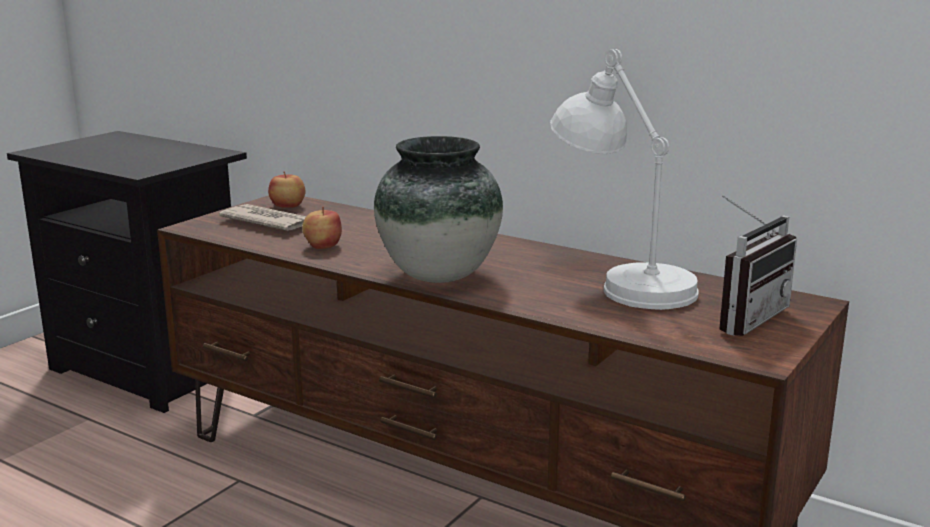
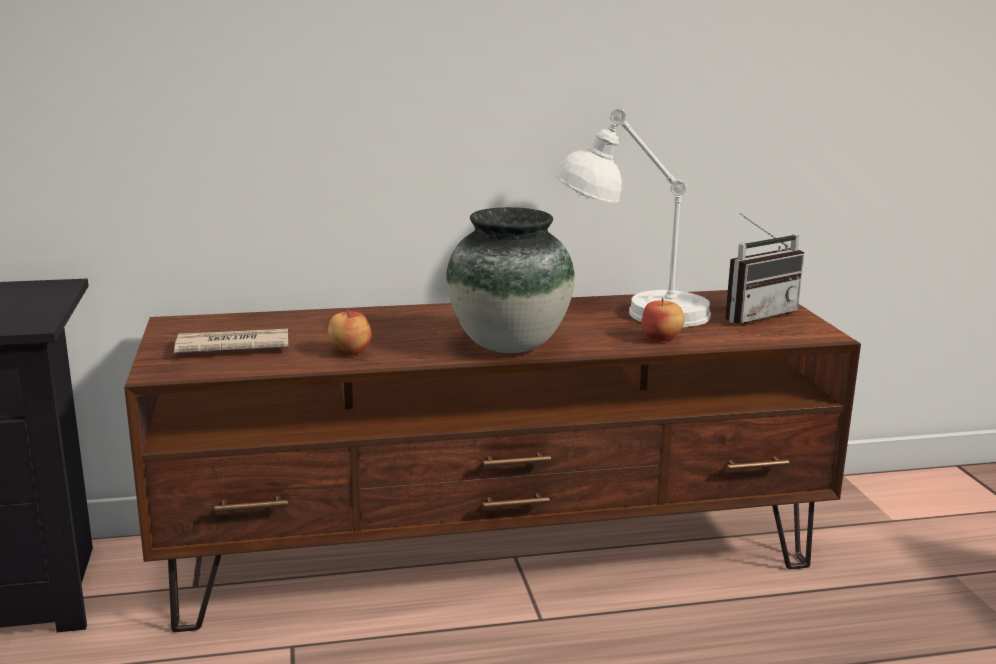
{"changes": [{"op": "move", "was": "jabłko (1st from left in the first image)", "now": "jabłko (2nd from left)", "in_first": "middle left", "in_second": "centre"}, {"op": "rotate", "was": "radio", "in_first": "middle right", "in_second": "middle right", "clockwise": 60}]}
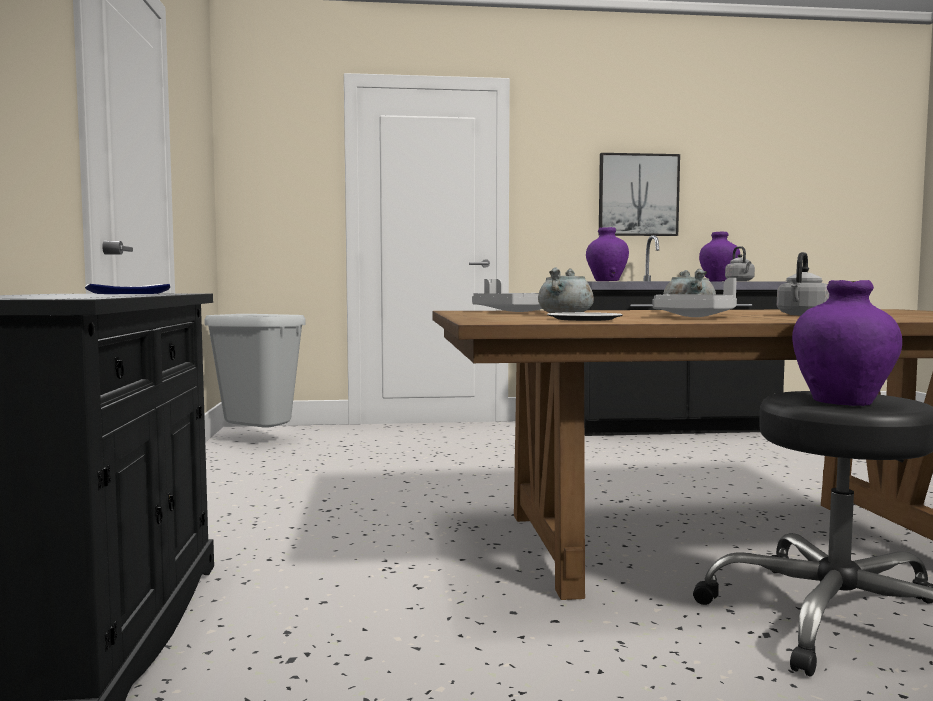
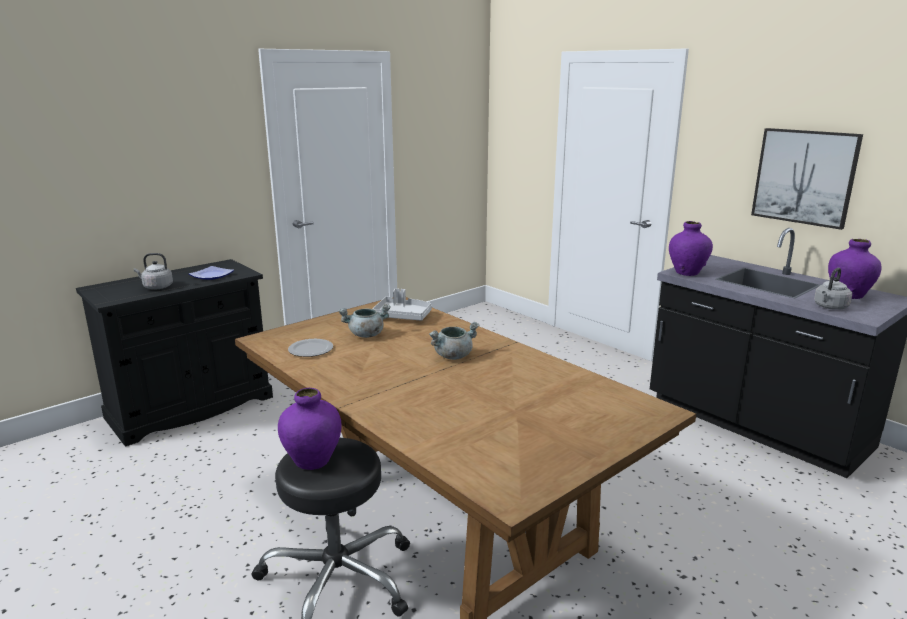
{"changes": [{"op": "delete", "was": "kosz na śmieci/szary", "in_first": "middle left"}, {"op": "delete", "was": "taca/szary (2nd from left)", "in_first": "middle right"}, {"op": "move", "was": "czajnik/szary (2nd from left in the first image)", "now": "czajnik/szary (1st from left)", "in_first": "middle right", "in_second": "middle left"}]}
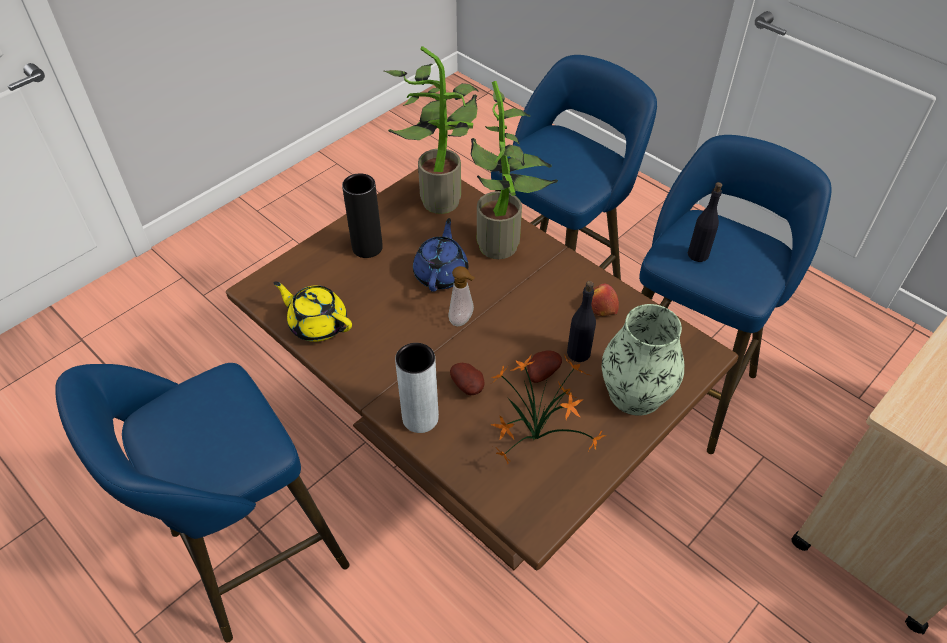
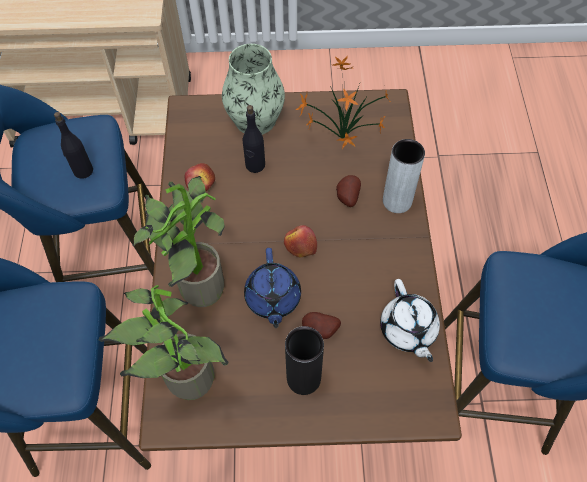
{"changes": [{"op": "recolor", "was": "imbryk/żółty", "now": "imbryk/biały", "in_first": "middle left", "in_second": "middle right"}, {"op": "rotate", "was": "imbryk/niebieski", "in_first": "centre", "in_second": "centre", "clockwise": -60}, {"op": "replace", "was": "dozownik mydła", "now": "jabłko (2nd from left)", "in_first": "centre", "in_second": "centre"}, {"op": "move", "was": "ziemniak (2nd from left in the first image)", "now": "ziemniak (1st from left)", "in_first": "centre", "in_second": "bottom centre"}]}
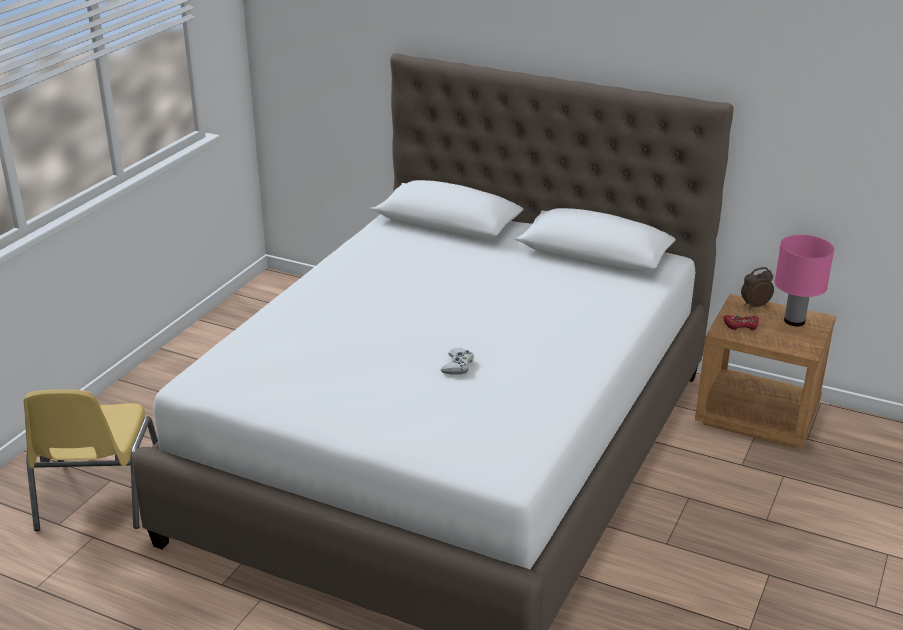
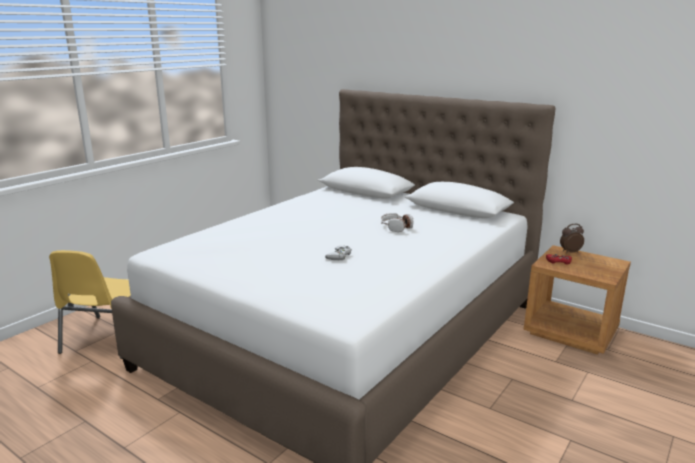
{"changes": [{"op": "delete", "was": "lampa stołowa/różowy", "in_first": "middle right"}, {"op": "insert", "now": "słuchawki", "in_second": "centre"}]}
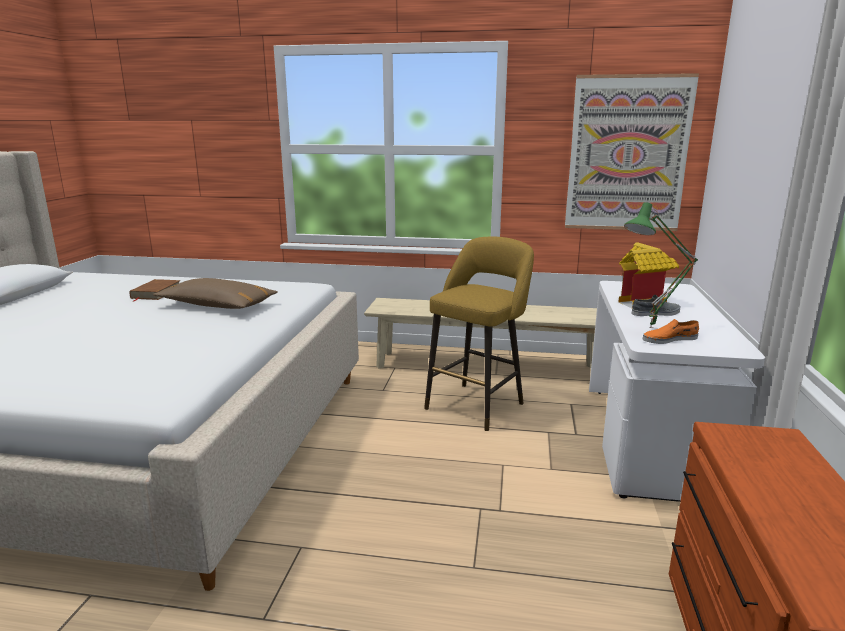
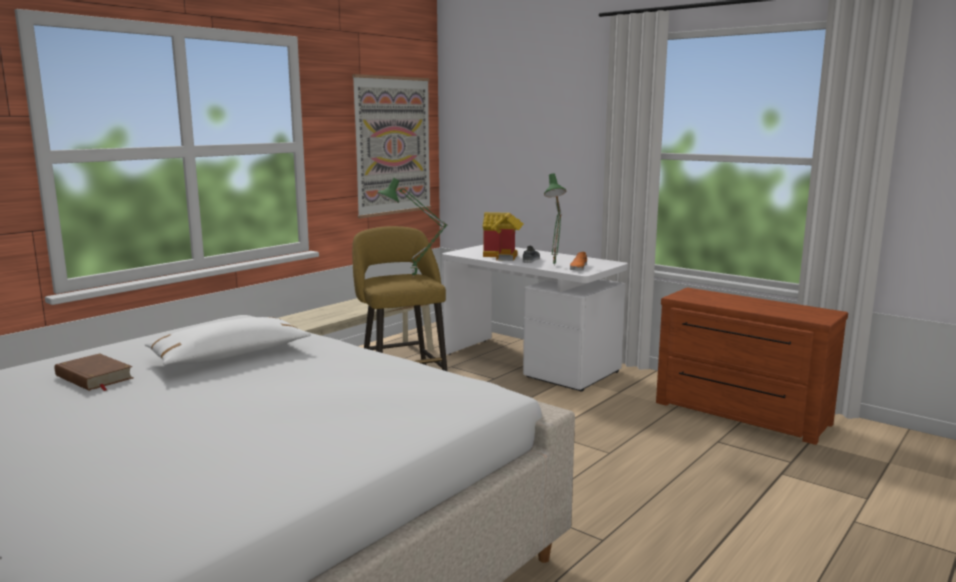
{"changes": [{"op": "recolor", "was": "poduszka/brązowy", "now": "poduszka/biały", "in_first": "middle left", "in_second": "middle left"}, {"op": "insert", "now": "lampa stołowa/zielony (1st from left)", "in_second": "centre"}]}
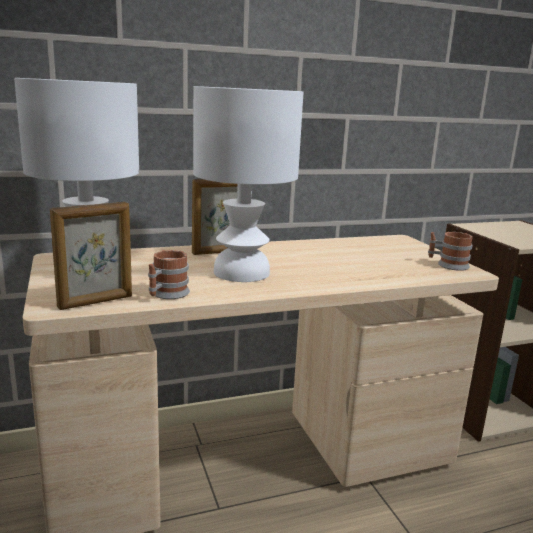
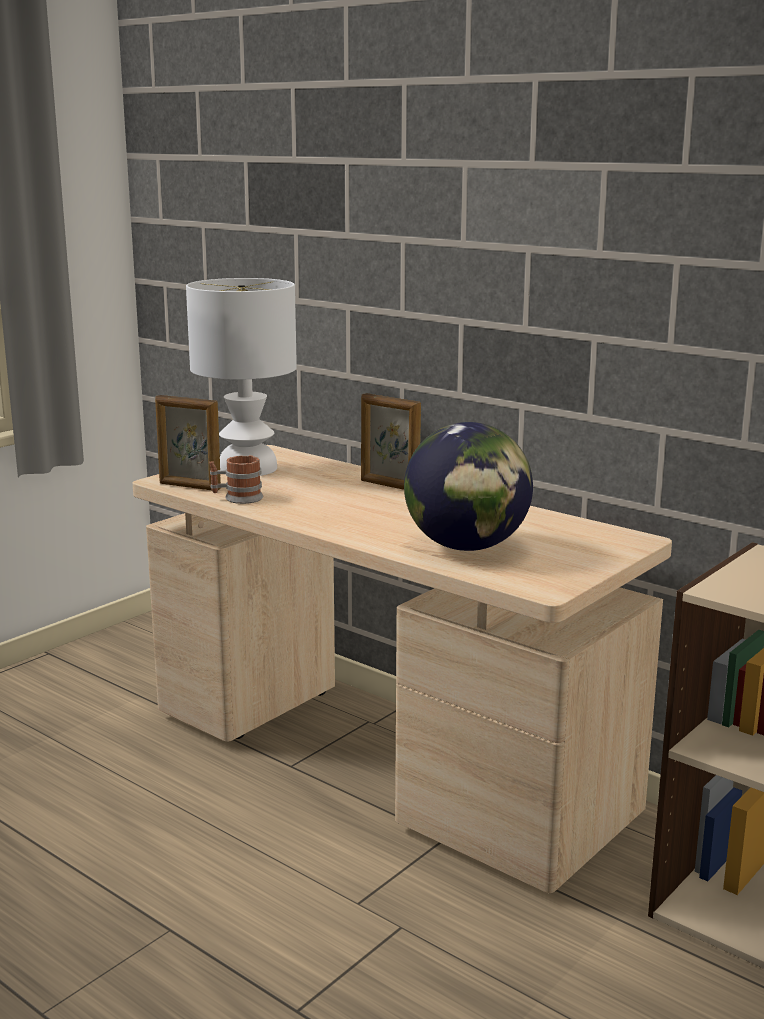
{"changes": [{"op": "delete", "was": "lampa stołowa/biały (2nd from left)", "in_first": "centre"}, {"op": "delete", "was": "kubek (2nd from left)", "in_first": "middle right"}, {"op": "insert", "now": "globus", "in_second": "centre"}]}
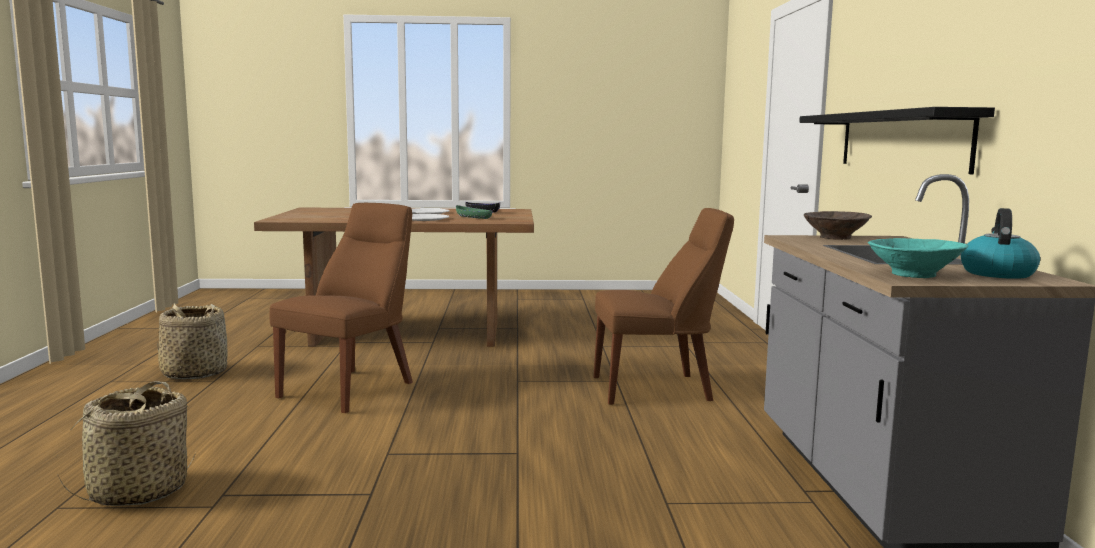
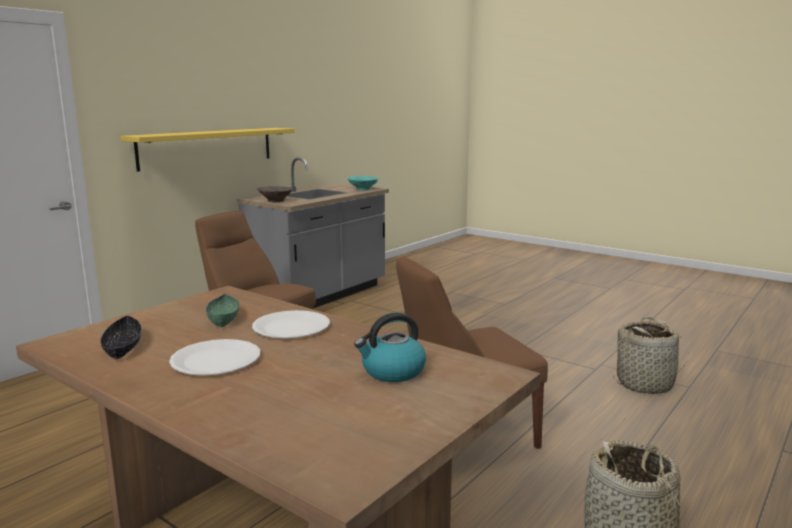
{"changes": [{"op": "recolor", "was": "półka/czarny", "now": "półka/żółty", "in_first": "top right", "in_second": "top left"}, {"op": "move", "was": "czajnik", "in_first": "middle right", "in_second": "centre"}]}
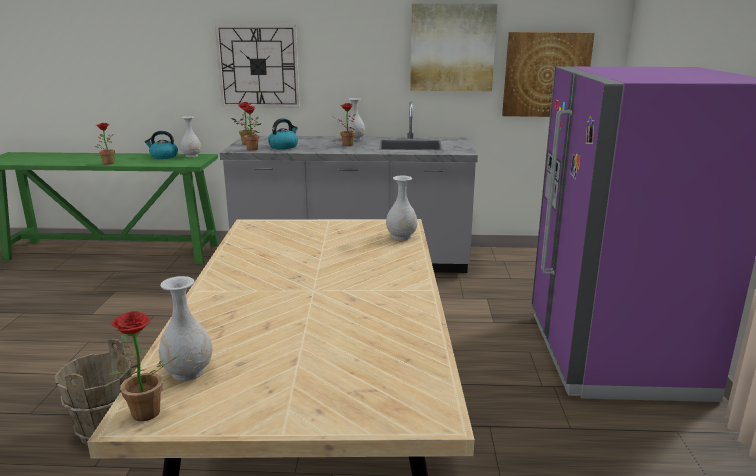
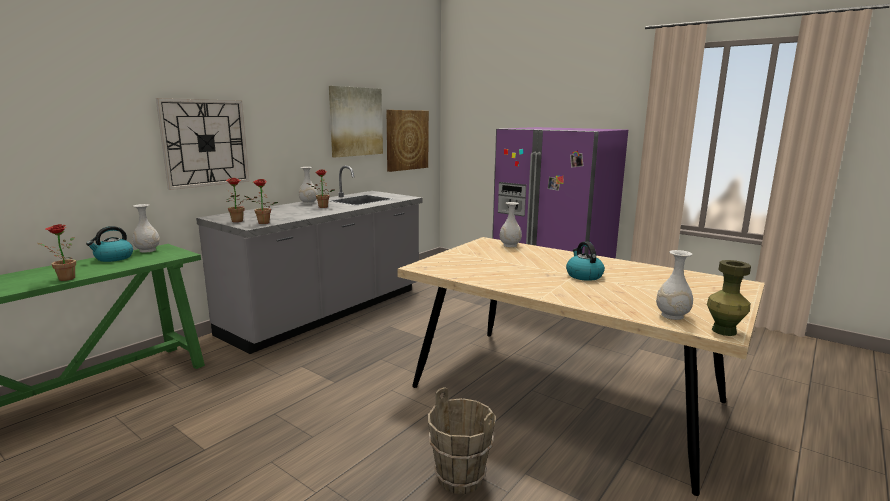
{"changes": [{"op": "replace", "was": "roślina doniczkowa (2nd from left)", "now": "wazon/zielony", "in_first": "bottom left", "in_second": "middle right"}, {"op": "move", "was": "czajnik (2nd from left)", "in_first": "top centre", "in_second": "centre"}]}
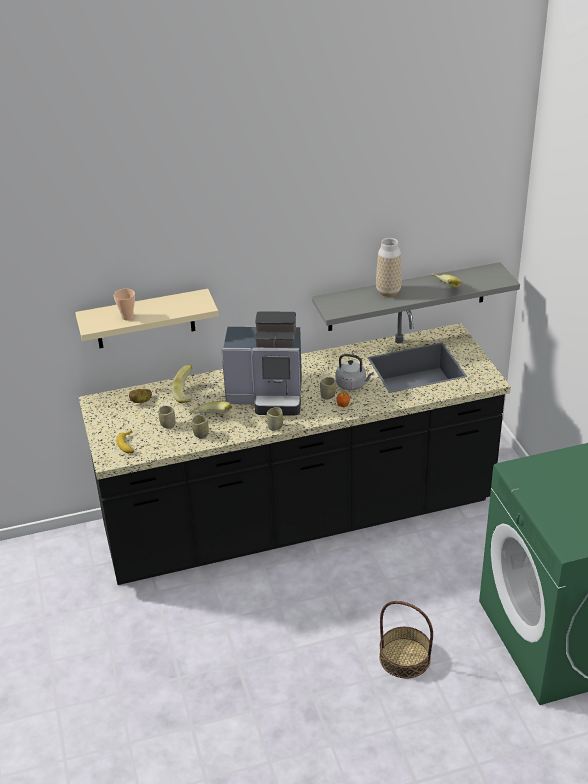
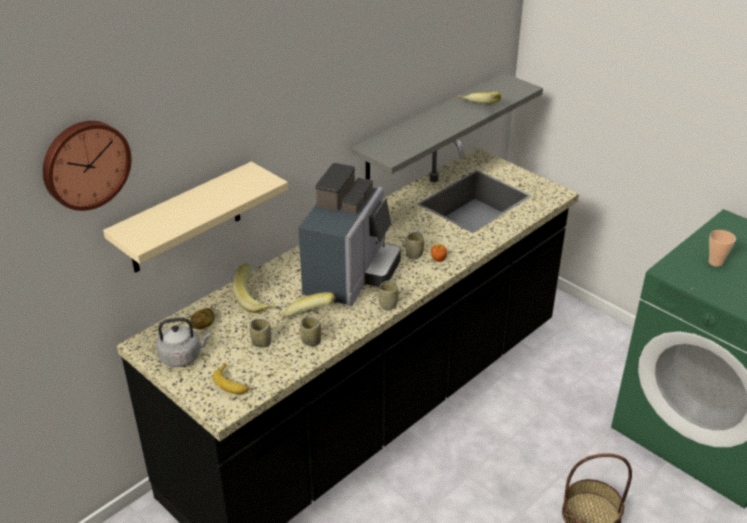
{"changes": [{"op": "move", "was": "filiżanka (1st from left in the first image)", "now": "filiżanka (5th from left)", "in_first": "middle left", "in_second": "middle right"}, {"op": "rotate", "was": "ekspres do kawy", "in_first": "centre", "in_second": "centre", "clockwise": -45}, {"op": "move", "was": "czajnik/szary", "in_first": "centre", "in_second": "middle left"}, {"op": "delete", "was": "wazon", "in_first": "centre"}, {"op": "insert", "now": "zegar ścienny", "in_second": "top left"}]}
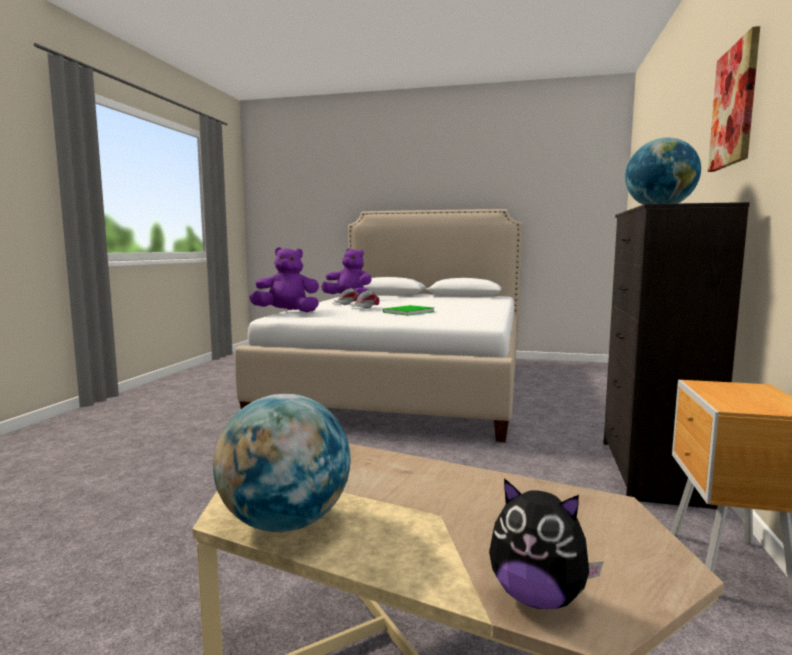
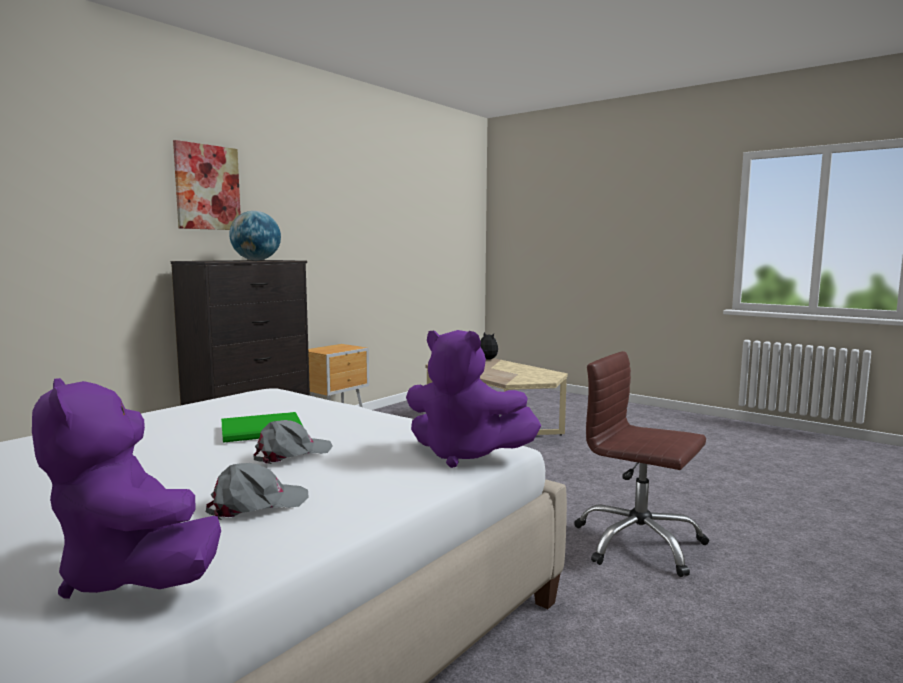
{"changes": [{"op": "delete", "was": "globus (1st from left)", "in_first": "bottom centre"}, {"op": "insert", "now": "krzesło biurowe/brązowy", "in_second": "bottom right"}]}
